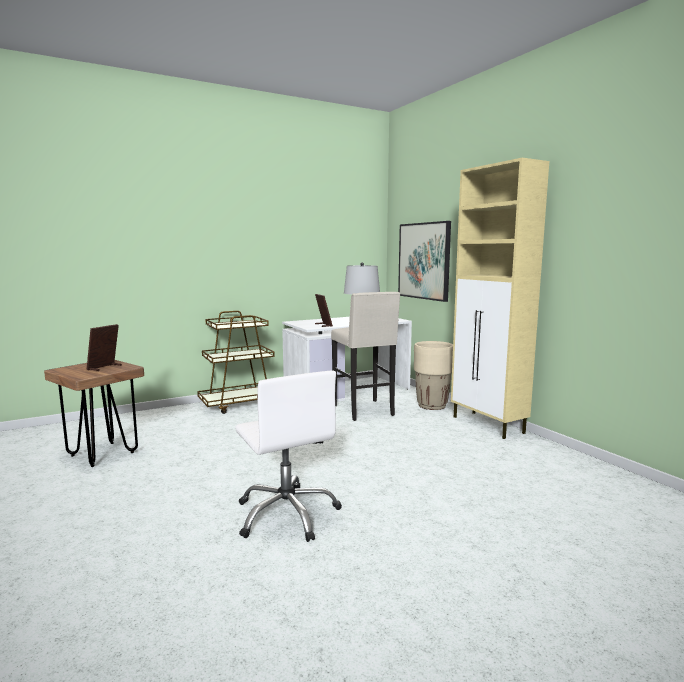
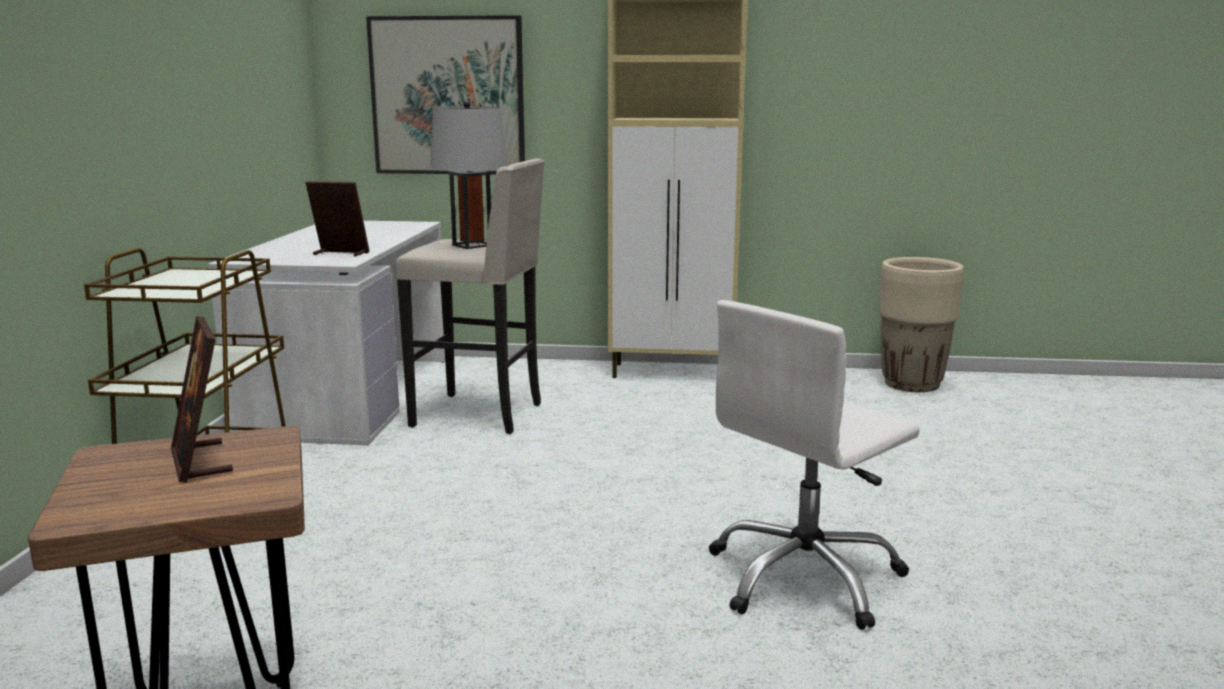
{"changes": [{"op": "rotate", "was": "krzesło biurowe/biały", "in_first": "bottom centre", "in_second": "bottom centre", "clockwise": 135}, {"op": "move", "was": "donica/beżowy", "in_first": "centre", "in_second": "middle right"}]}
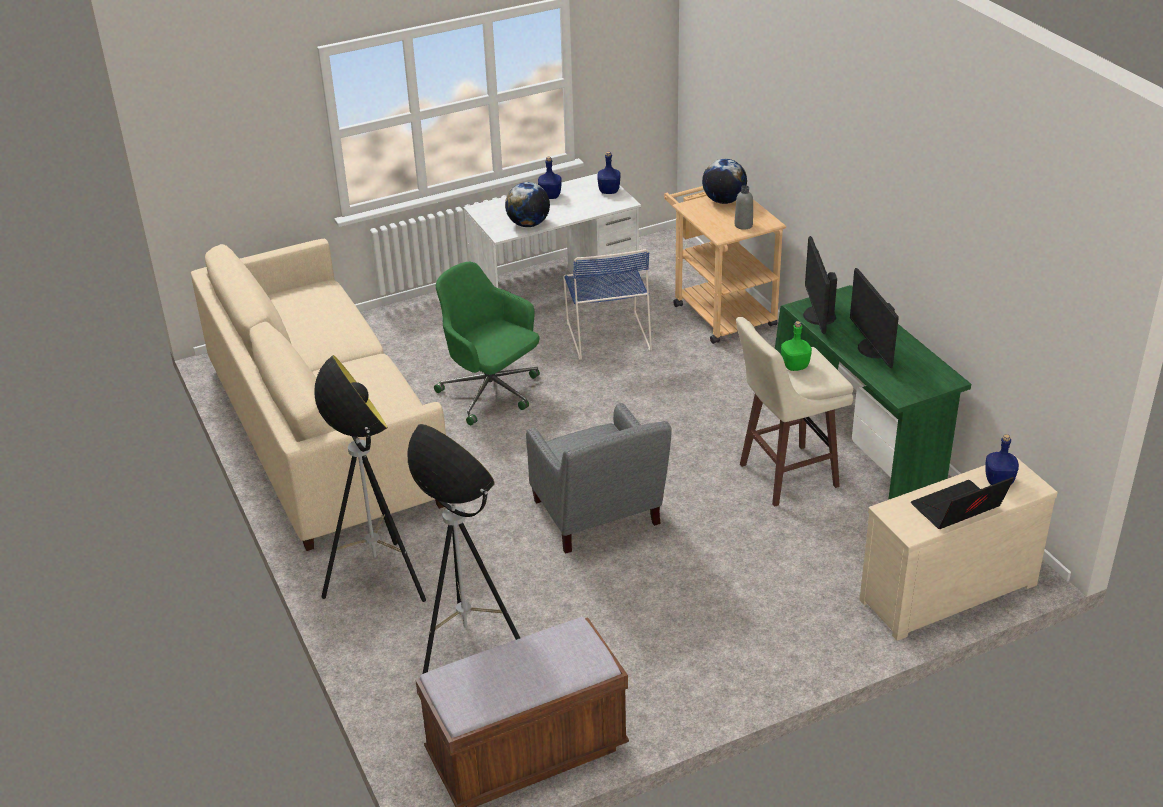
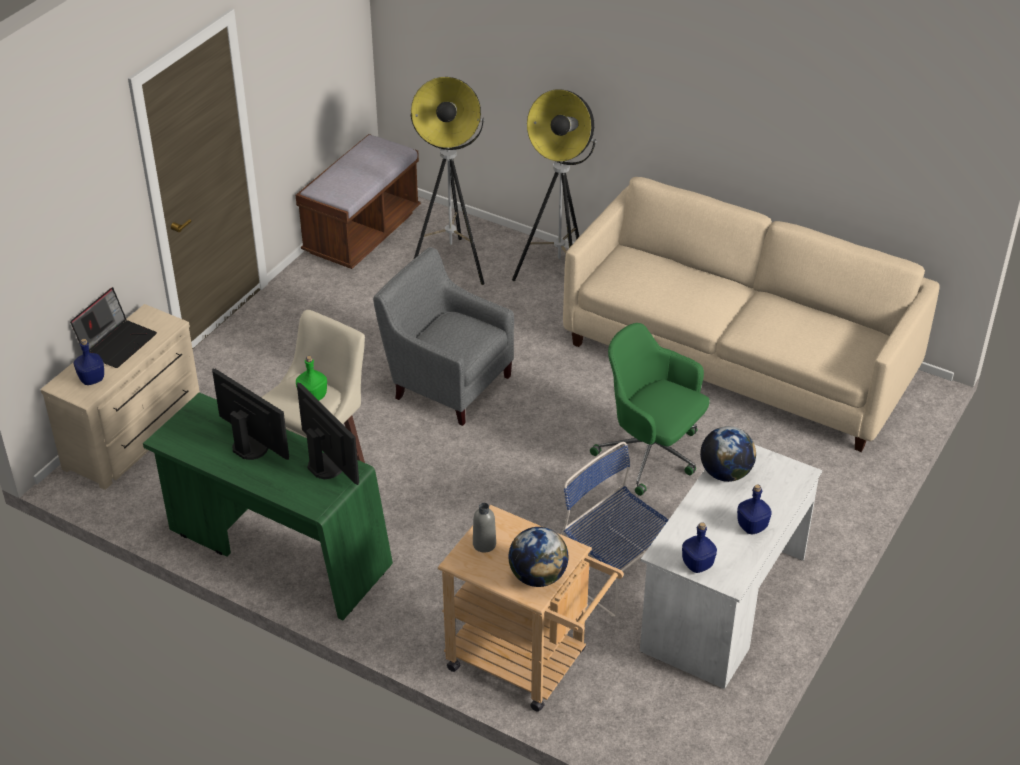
{"changes": [{"op": "rotate", "was": "krzesło biurowe/zielony", "in_first": "centre", "in_second": "centre", "clockwise": -150}]}
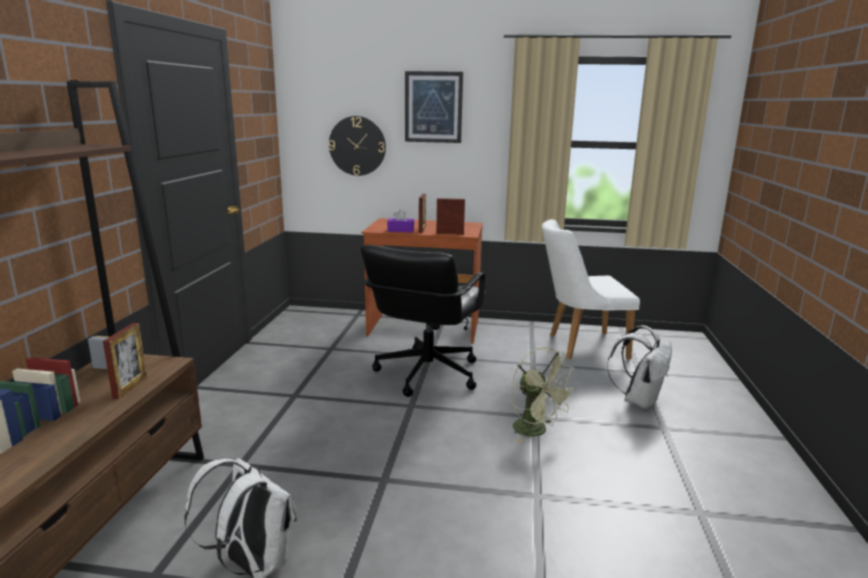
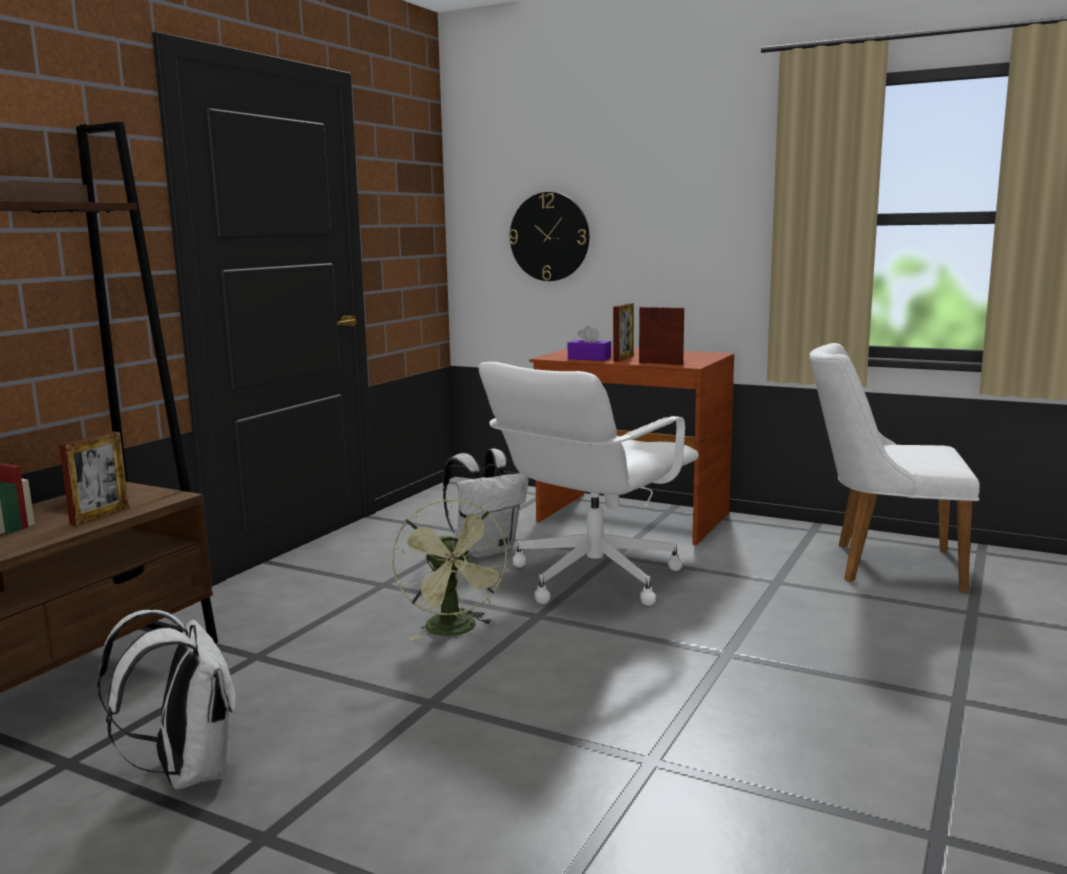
{"changes": [{"op": "recolor", "was": "krzesło biurowe/czarny", "now": "krzesło biurowe/biały", "in_first": "centre", "in_second": "centre"}, {"op": "delete", "was": "obraz", "in_first": "top centre"}, {"op": "move", "was": "wentylator/zielony", "in_first": "bottom centre", "in_second": "centre"}, {"op": "move", "was": "plecak/biały (2nd from left)", "in_first": "middle right", "in_second": "centre"}]}
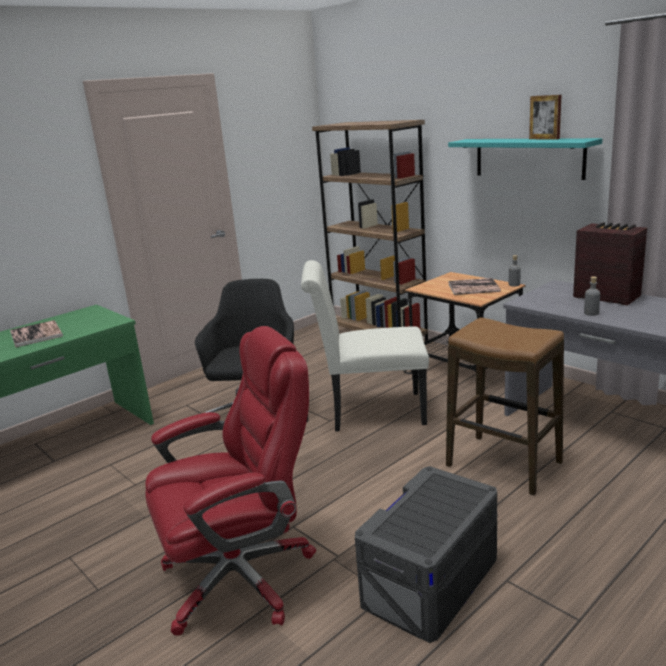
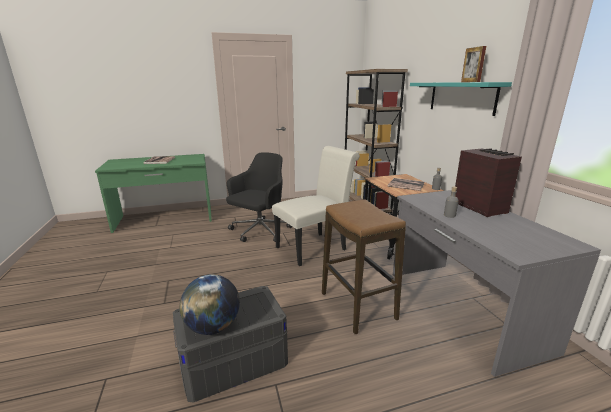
{"changes": [{"op": "delete", "was": "krzesło biurowe/czerwony", "in_first": "bottom centre"}, {"op": "rotate", "was": "krzesło/biały", "in_first": "centre", "in_second": "centre", "clockwise": 120}, {"op": "insert", "now": "globus", "in_second": "bottom centre"}]}
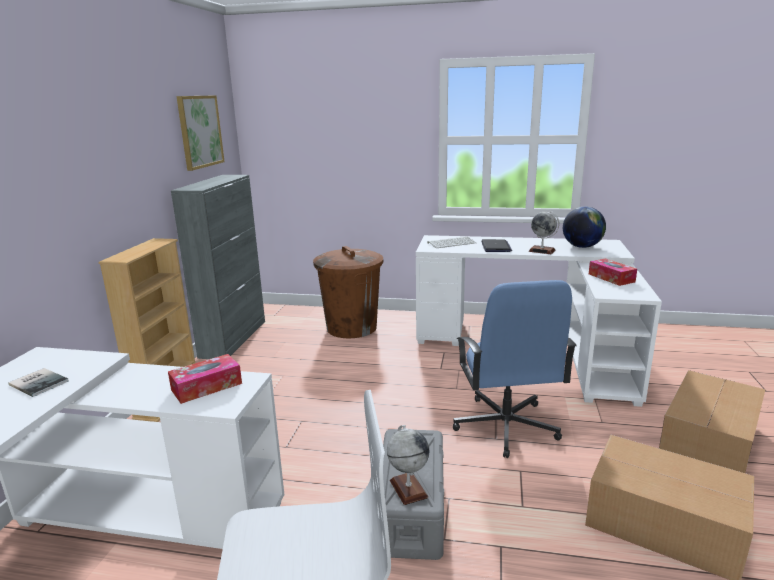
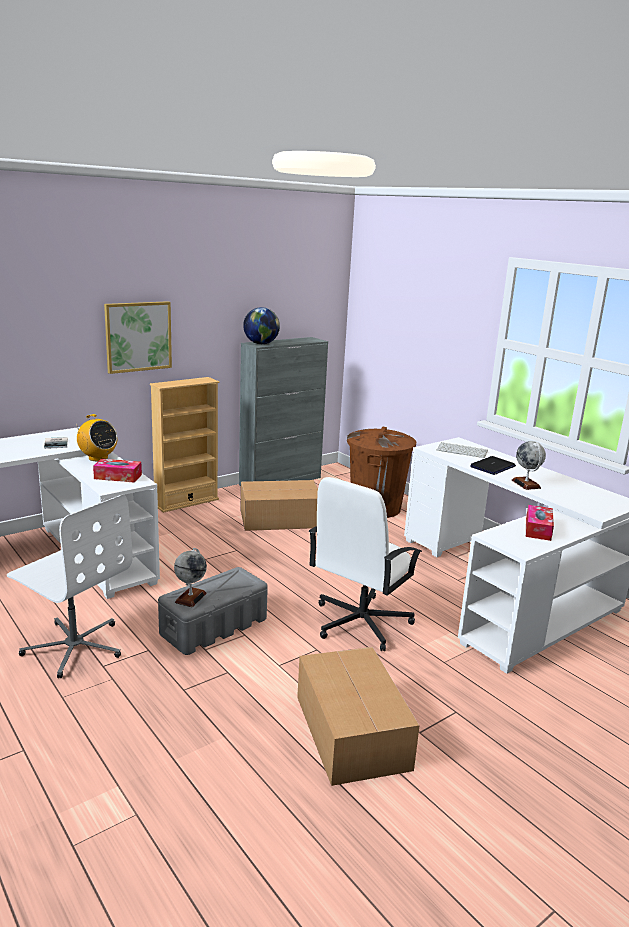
{"changes": [{"op": "move", "was": "obraz", "in_first": "top left", "in_second": "middle left"}, {"op": "recolor", "was": "krzesło biurowe/niebieski", "now": "krzesło biurowe/biały (2nd from left)", "in_first": "centre", "in_second": "centre"}, {"op": "move", "was": "globus (3rd from left in the first image)", "now": "globus (2nd from left)", "in_first": "middle right", "in_second": "centre"}, {"op": "move", "was": "karton (2nd from left in the first image)", "now": "karton (1st from left)", "in_first": "bottom right", "in_second": "centre"}, {"op": "insert", "now": "radio", "in_second": "middle left"}]}
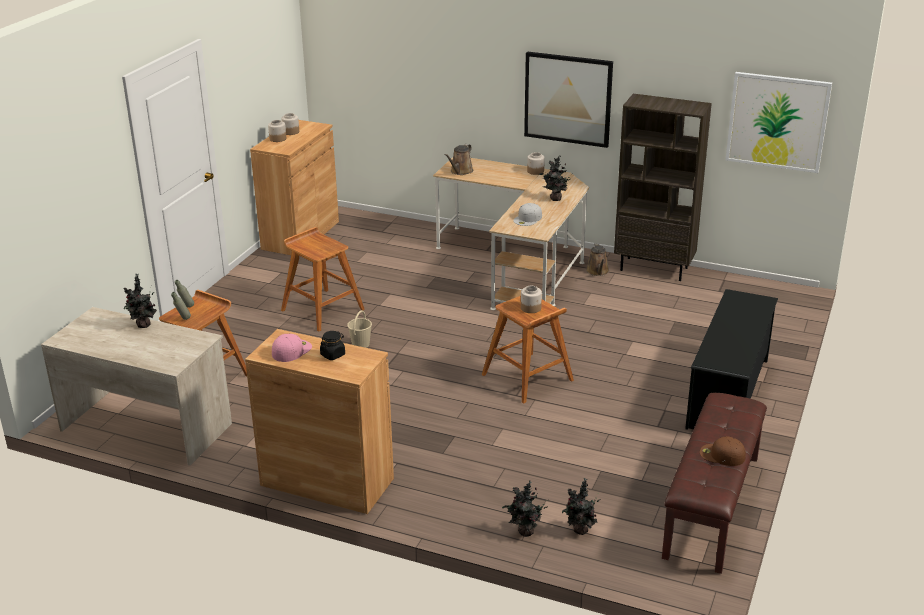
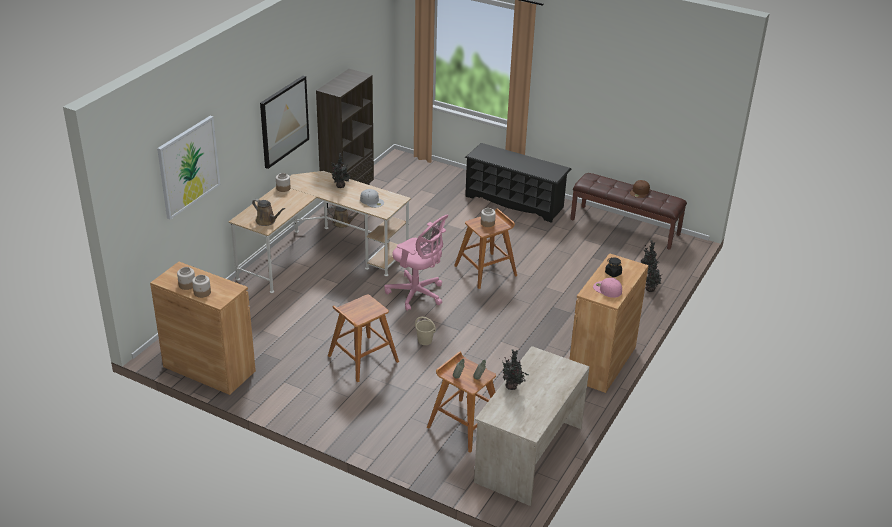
{"changes": [{"op": "move", "was": "obraz (2nd from left in the first image)", "now": "obraz (1st from left)", "in_first": "top right", "in_second": "top left"}, {"op": "insert", "now": "krzesło biurowe/różowy", "in_second": "centre"}]}
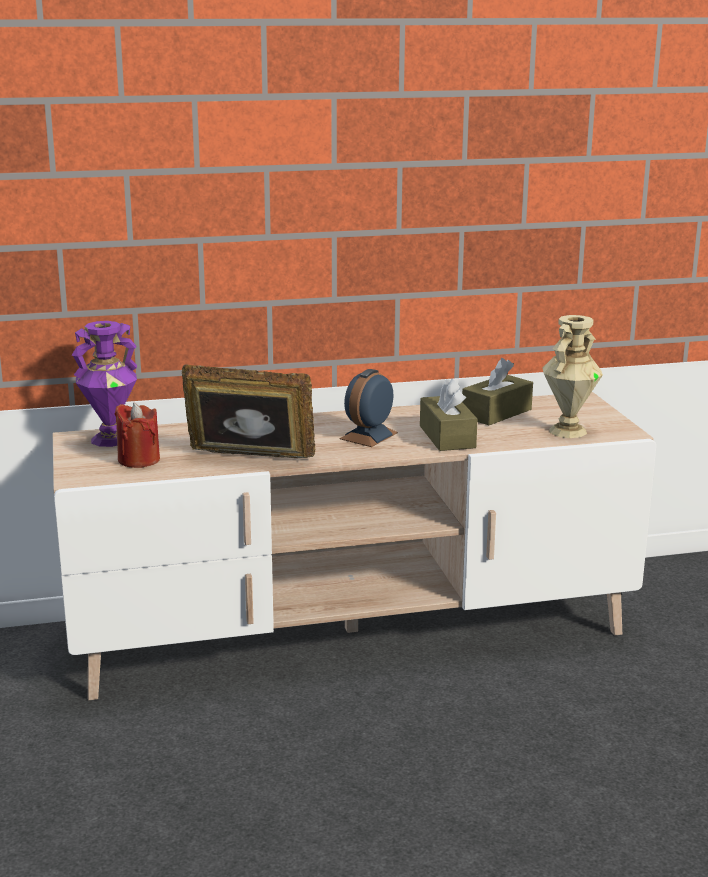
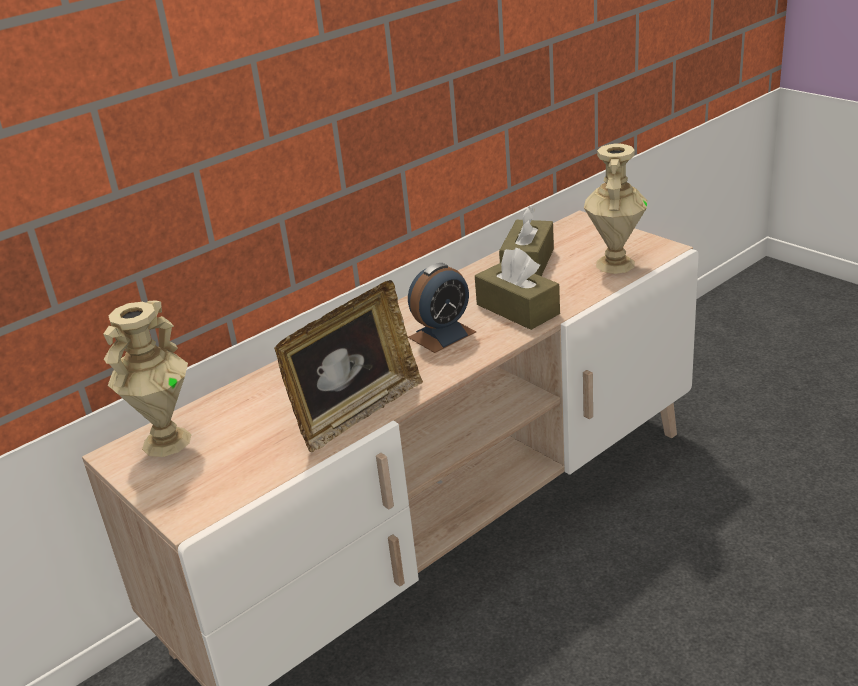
{"changes": [{"op": "recolor", "was": "wazon/fioletowy", "now": "wazon/beżowy (1st from left)", "in_first": "middle left", "in_second": "middle left"}, {"op": "delete", "was": "świeca/czerwony", "in_first": "middle left"}, {"op": "rotate", "was": "ramka na zdjęcie", "in_first": "centre", "in_second": "centre", "clockwise": 150}, {"op": "rotate", "was": "budzik", "in_first": "centre", "in_second": "centre", "clockwise": -135}]}
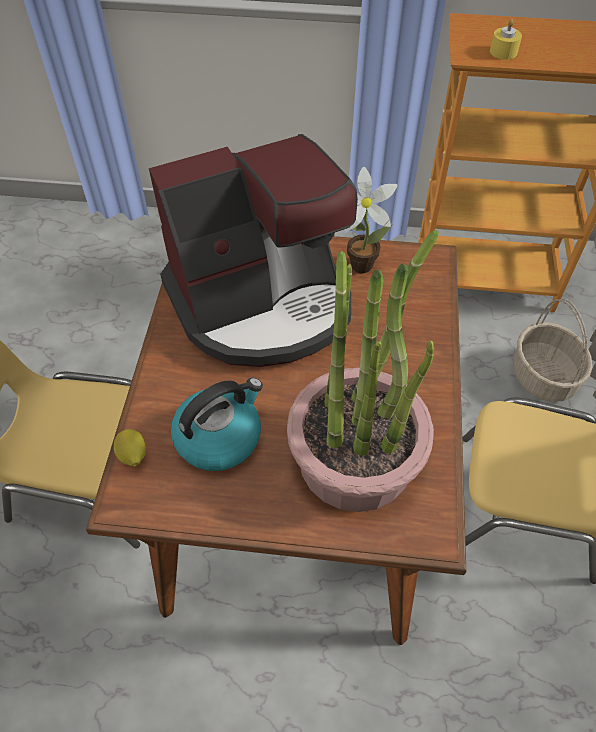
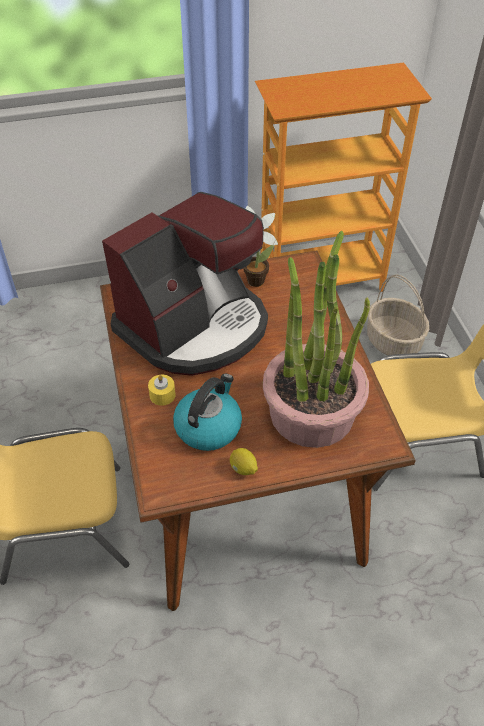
{"changes": [{"op": "move", "was": "cytryna", "in_first": "middle left", "in_second": "centre"}, {"op": "move", "was": "świeca/żółty", "in_first": "top right", "in_second": "centre"}]}
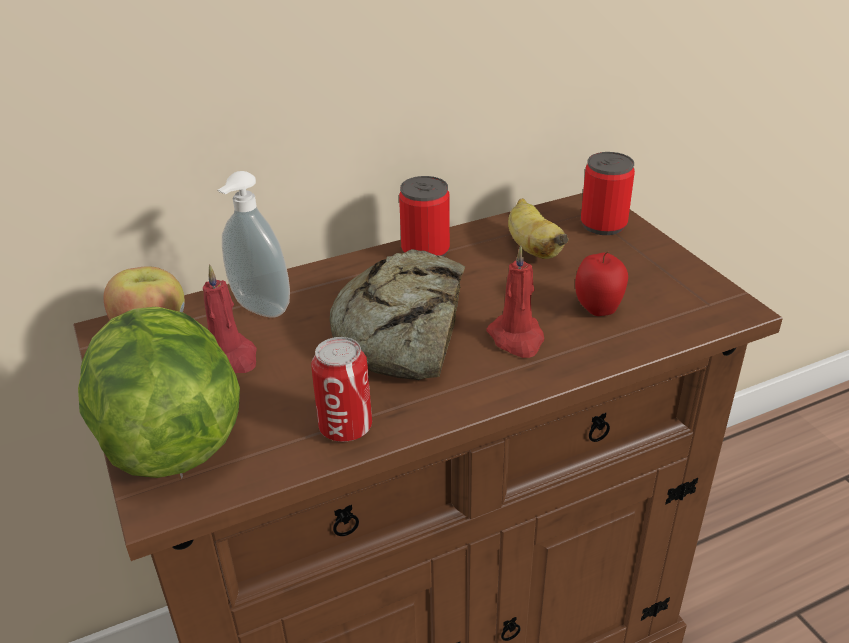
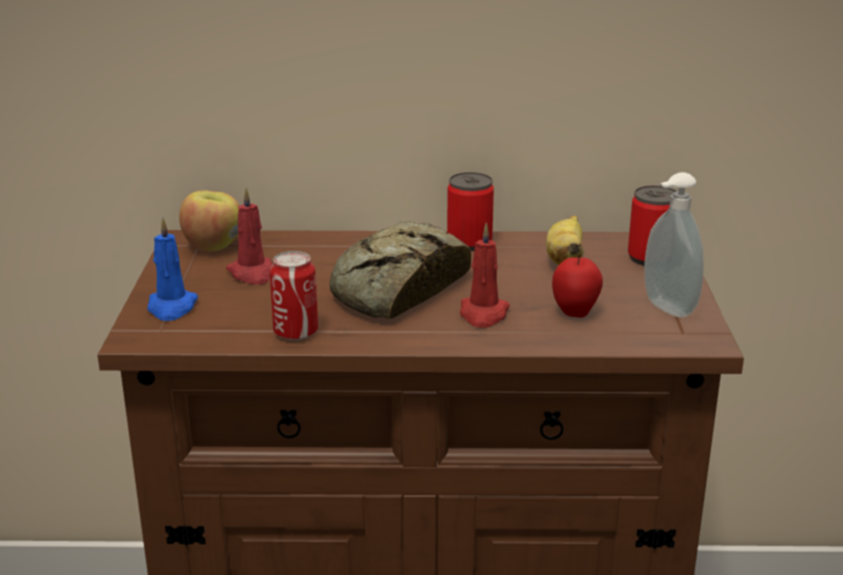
{"changes": [{"op": "replace", "was": "sałata", "now": "świeca/niebieski", "in_first": "middle left", "in_second": "middle left"}, {"op": "move", "was": "dozownik mydła", "in_first": "middle left", "in_second": "middle right"}]}
